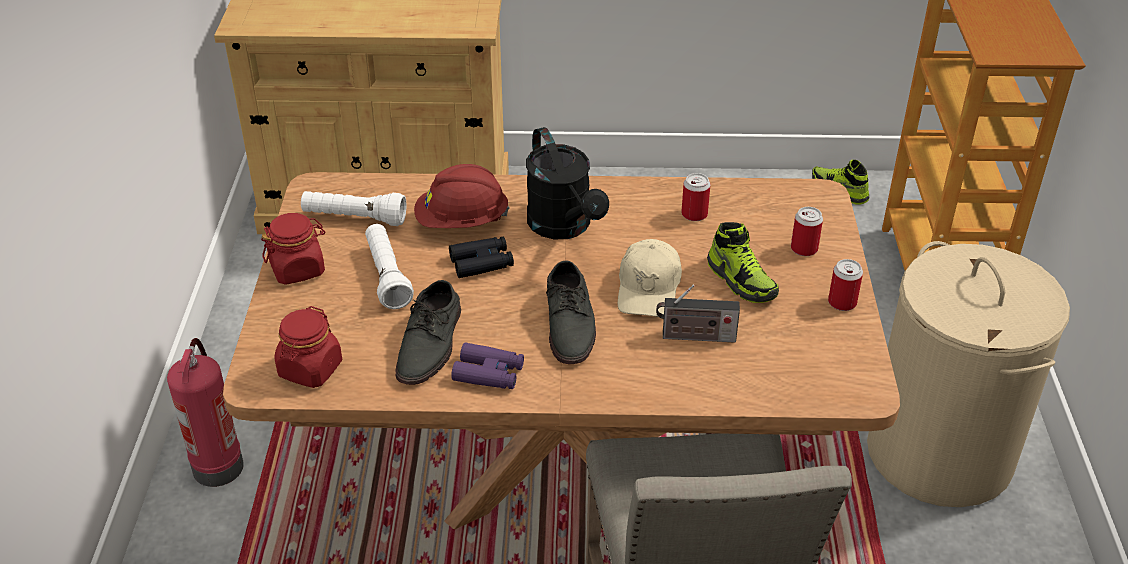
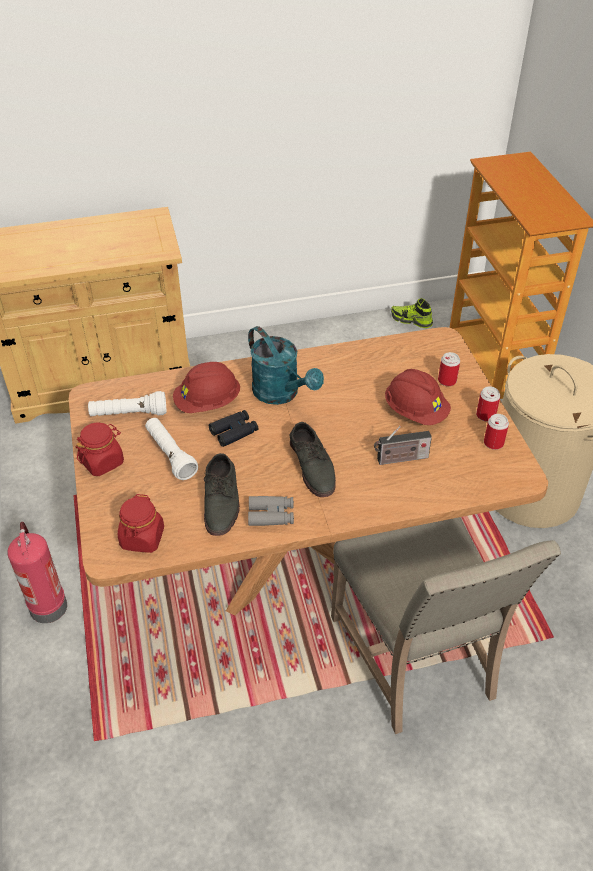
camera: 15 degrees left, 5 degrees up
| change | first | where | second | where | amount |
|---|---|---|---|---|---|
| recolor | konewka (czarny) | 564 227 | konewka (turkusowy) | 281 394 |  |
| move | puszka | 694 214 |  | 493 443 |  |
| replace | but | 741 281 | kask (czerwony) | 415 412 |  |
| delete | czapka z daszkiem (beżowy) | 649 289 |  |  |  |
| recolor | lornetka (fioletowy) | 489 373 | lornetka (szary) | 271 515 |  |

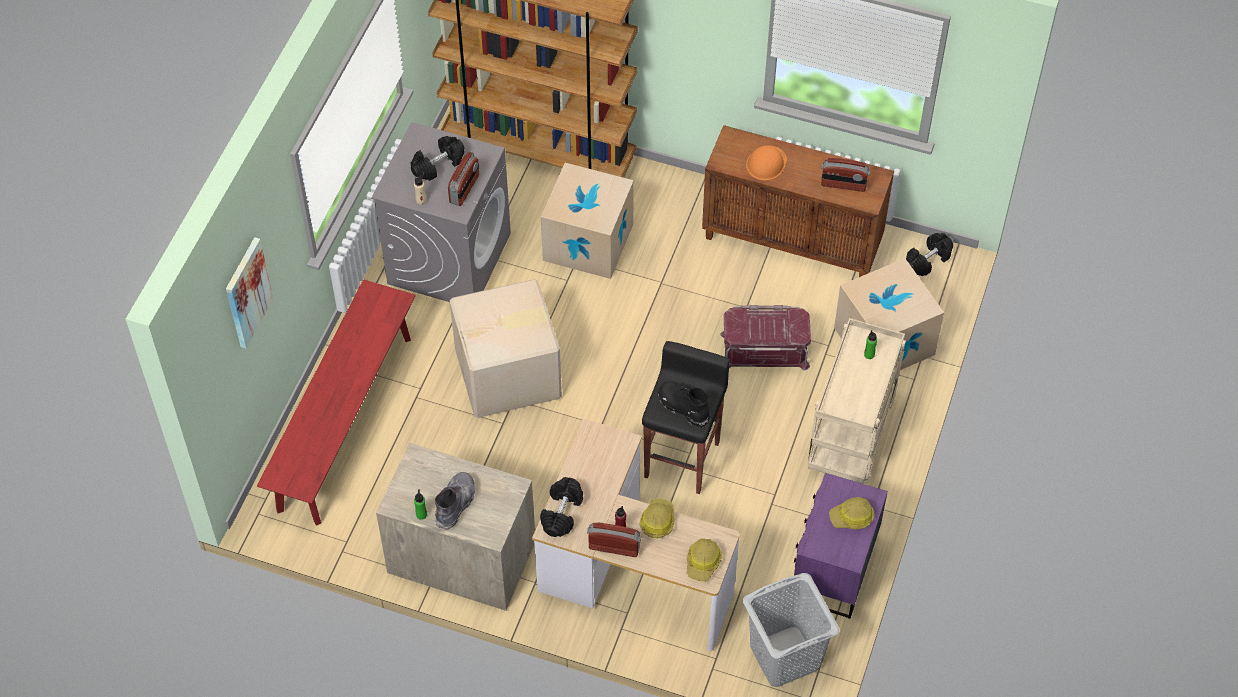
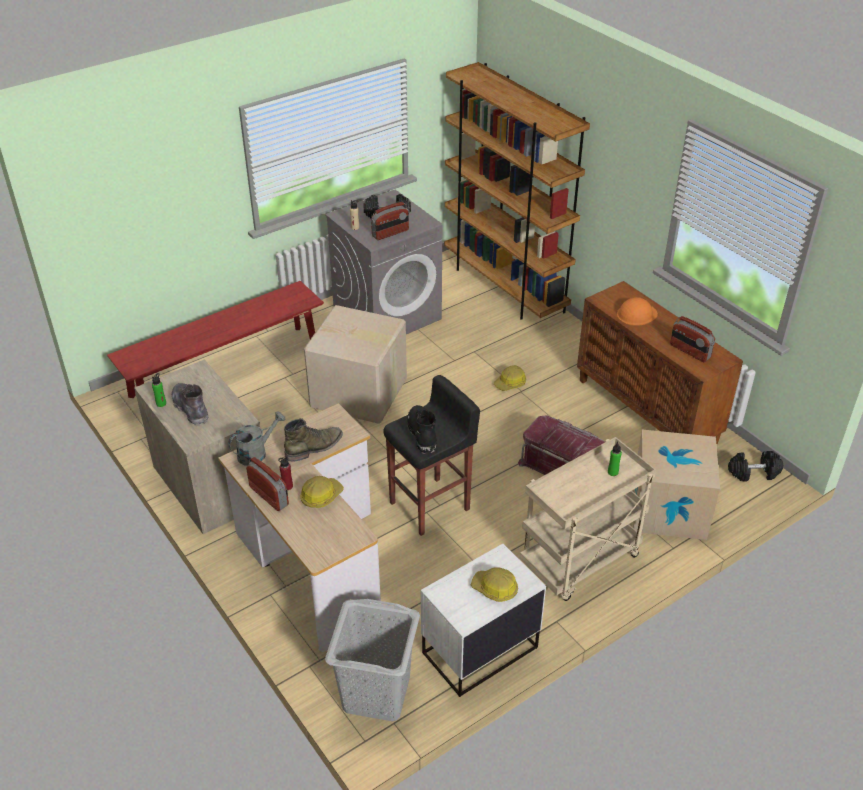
camera: 35 degrees right, 15 degrees down
| change | first | where | second | where | amount |
|---|---|---|---|---|---|
| delete | karton | 588 242 |  |  |  |
| delete | obraz | 247 292 |  |  |  |
| rotate | but z cholewką (szary) | 455 504 |  | 191 409 | 90 degrees counterclockwise |
| recolor | szafka nocna (fioletowy) | 833 570 | szafka nocna (biały) | 478 650 |  |
| replace | hantel (czarny) | 561 513 | konewka (szary) | 256 453 |  |
| move | kask | 703 562 |  | 510 383 |  |
| insert |  |  | but z cholewką (zielony) | 314 447 |  |

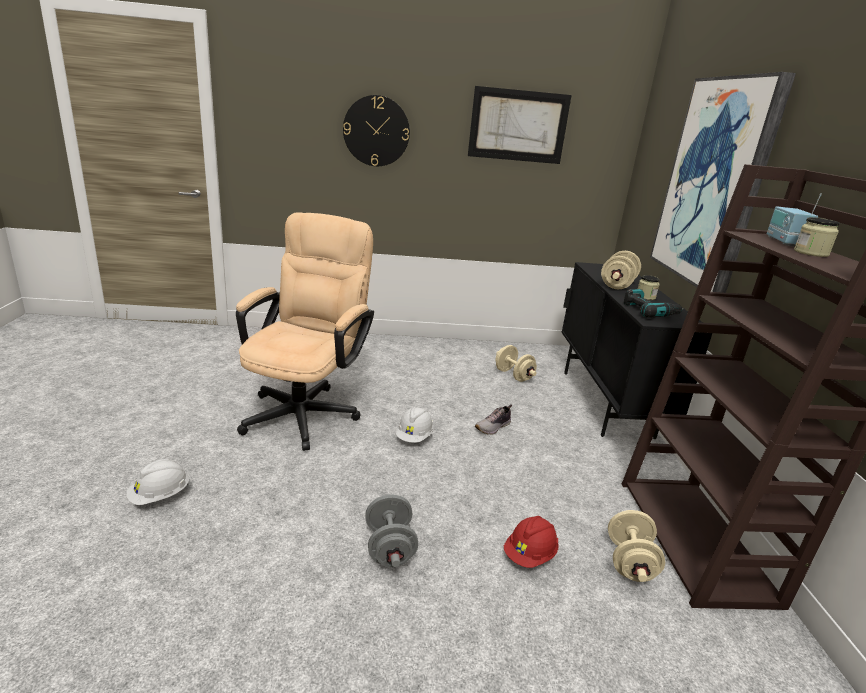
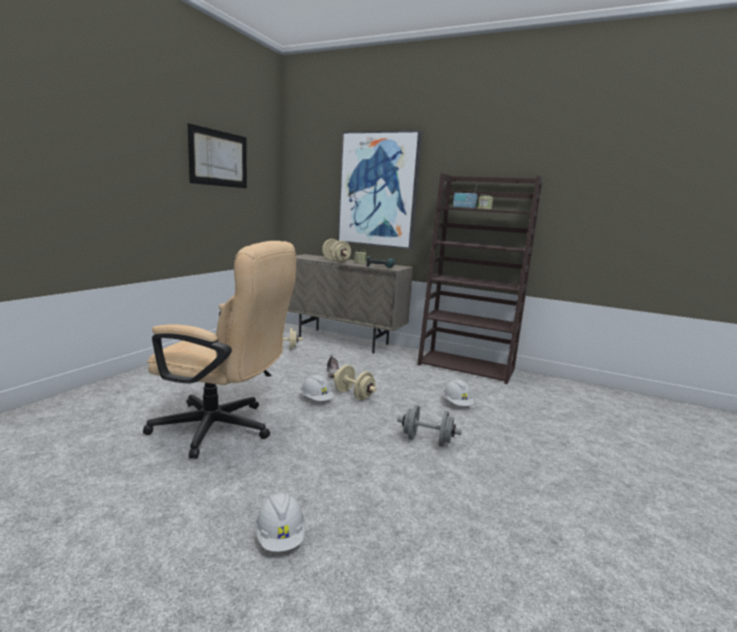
camera: 60 degrees left, 10 degrees down
| change | first | where | second | where | amount |
|---|---|---|---|---|---|
| delete | zegar ścienny | 376 131 |  |  |  |
| rotate | krzesło biurowe (beżowy) | 306 410 |  | 223 429 | 150 degrees clockwise |
| recolor | szafka (czarny) | 605 403 | szafka (beżowy) | 343 341 |  |
| move | hantel (beżowy) | 629 562 |  | 353 395 |  |
| recolor | kask (czerwony) | 530 555 | kask (biały) | 457 404 |  |

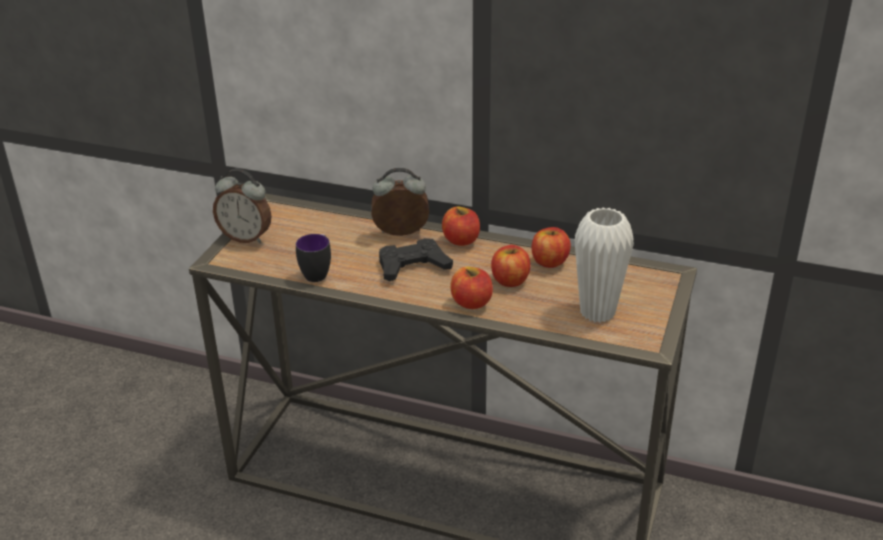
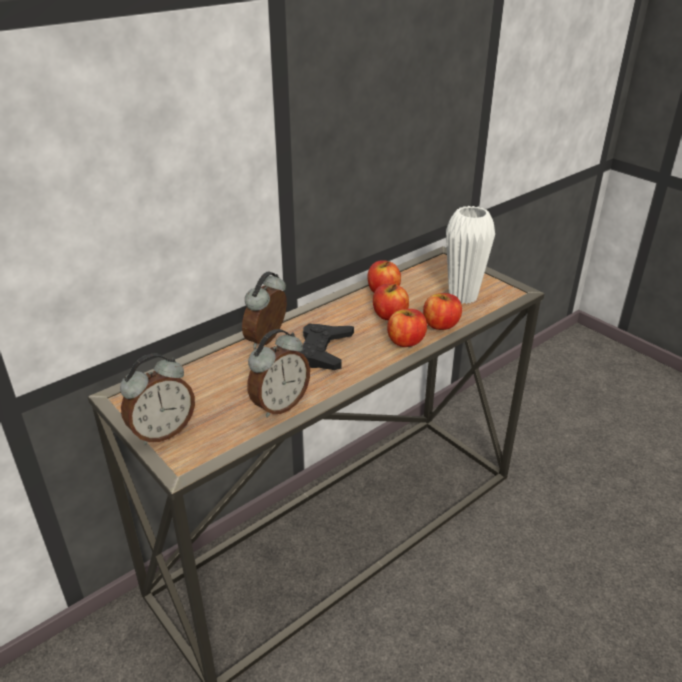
camera: 60 degrees left, 0 degrees up
| change | first | where | second | where | amount |
|---|---|---|---|---|---|
| move | jabłko | 461 240 |  | 440 325 |  |
| replace | kubek | 318 272 | budzik | 279 405 |  |

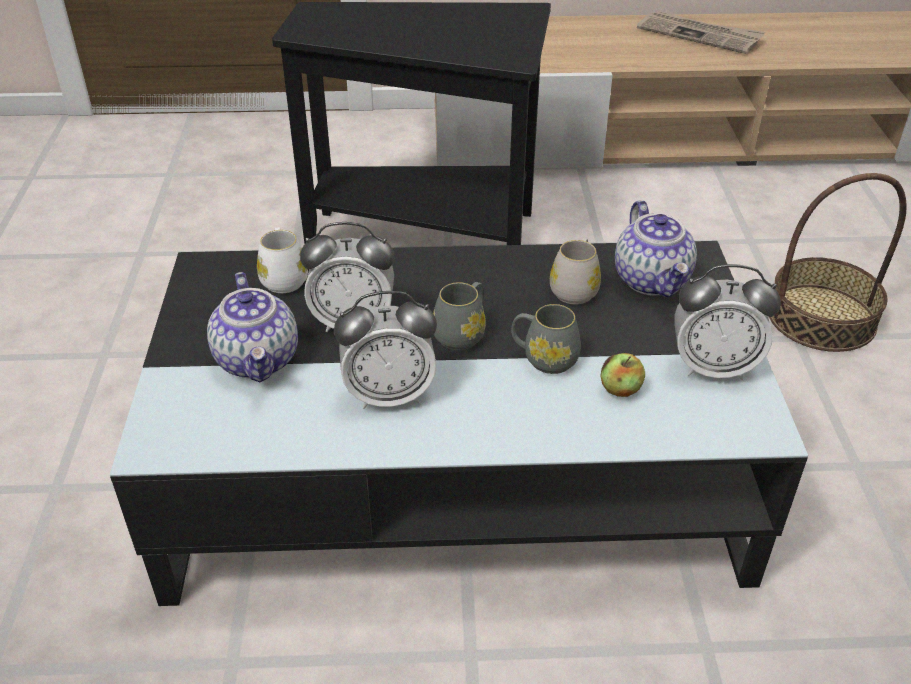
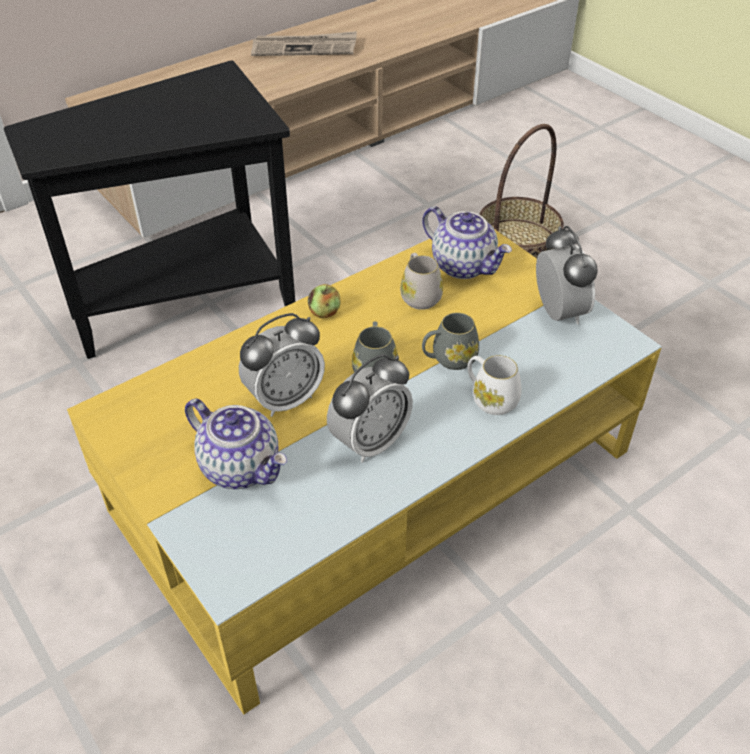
camera: 35 degrees left, 5 degrees up
| change | first | where | second | where | amount |
|---|---|---|---|---|---|
| move | kubek (biały) | 284 278 |  | 490 398 |  |
| recolor | ława (czarny) | 455 472 | ława (żółty) | 375 480 |  |
| rotate | budzik | 713 367 |  | 558 313 | 75 degrees counterclockwise |
| move | jabłko | 620 389 |  | 325 313 |  |

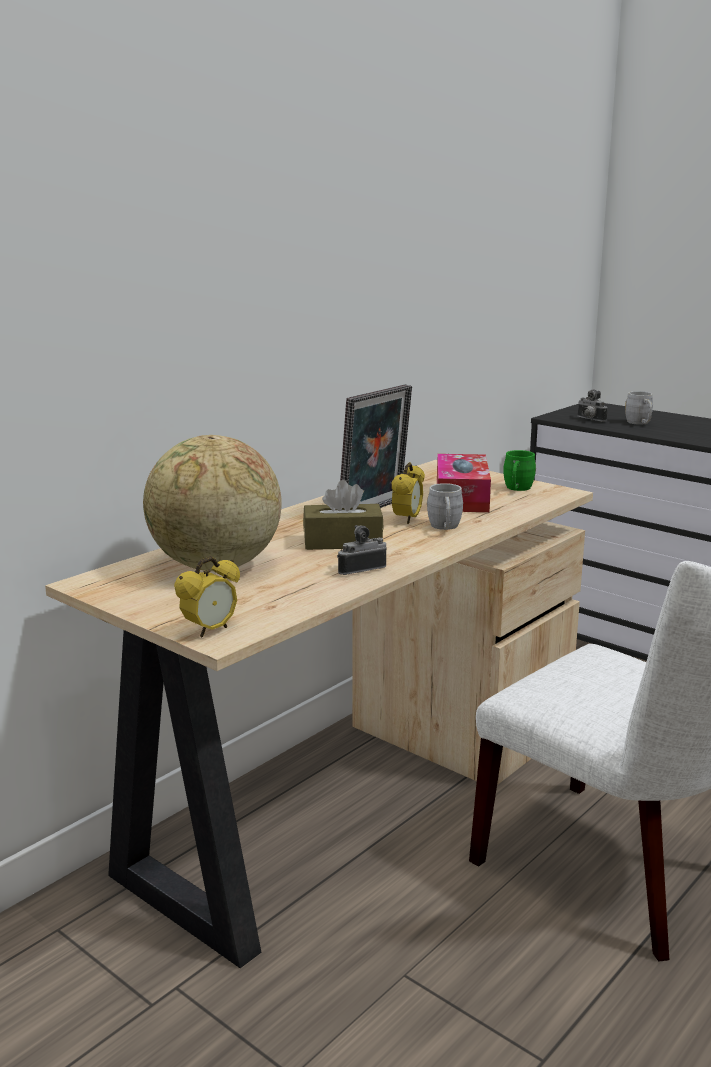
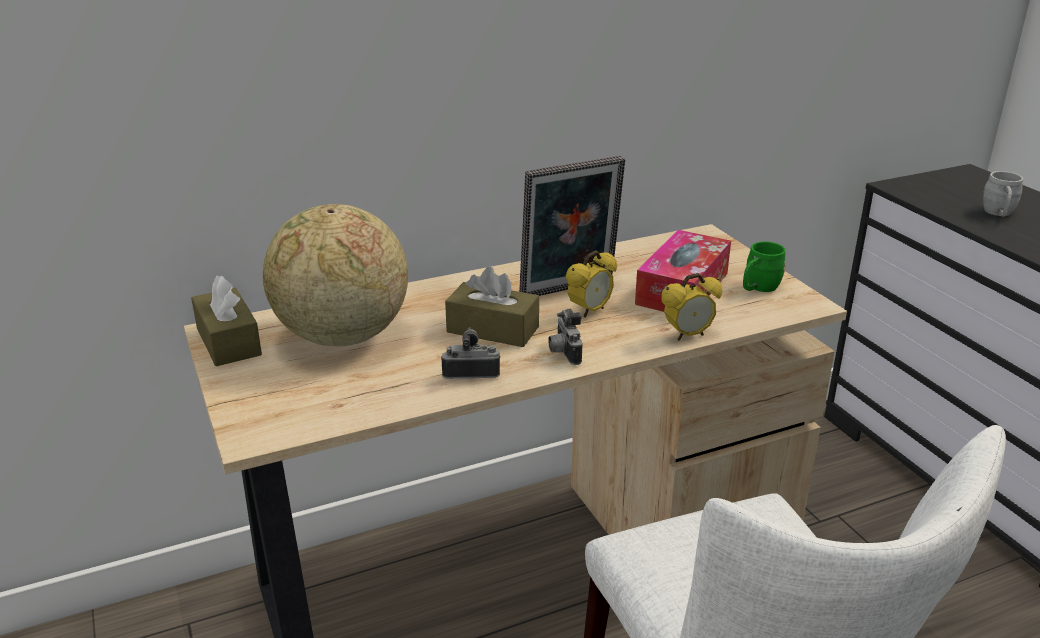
camera: 25 degrees right, 10 degrees up
| change | first | where | second | where | amount |
|---|---|---|---|---|---|
| move | aparat fotograficzny | 589 420 |  | 563 353 |  |
| delete | kubek (szary) | 445 528 |  |  |  |
| move | budzik | 210 631 |  | 687 335 |  |
| insert |  |  | pudełko chusteczek (brązowy) | 228 341 |  |

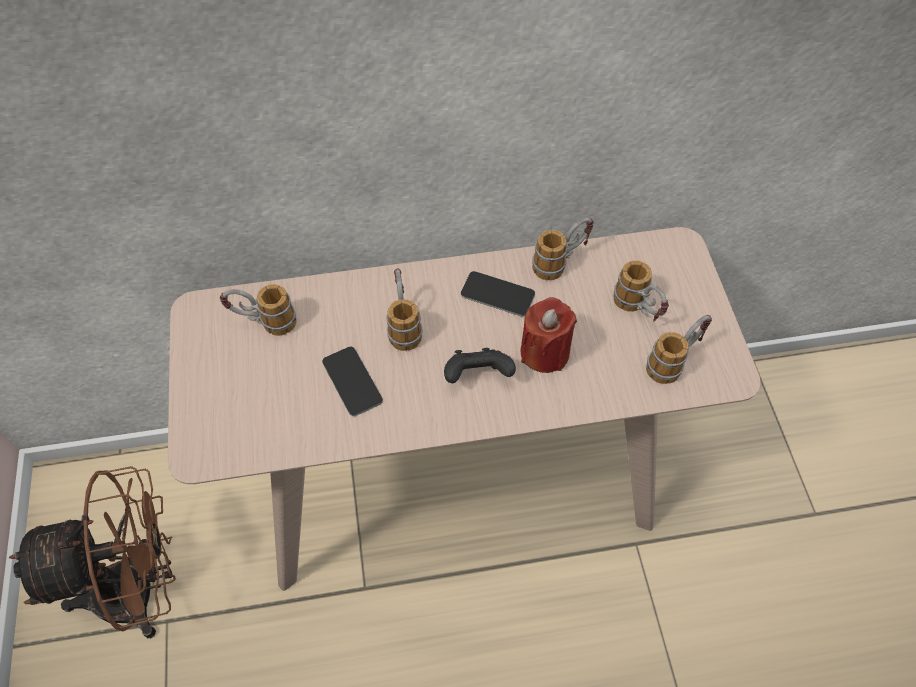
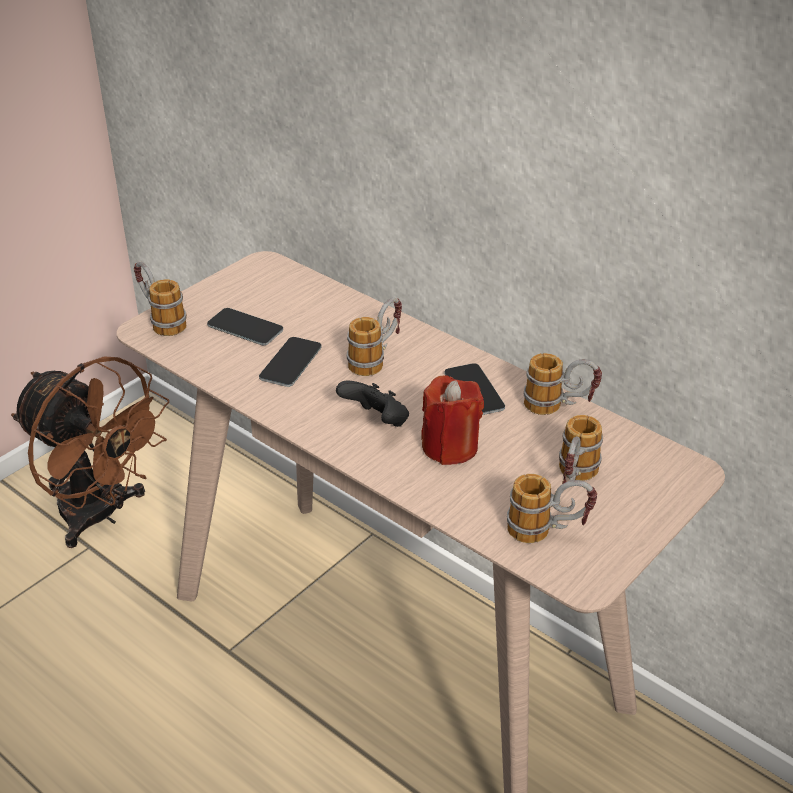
camera: 50 degrees right, 20 degrees down
| change | first | where | second | where | amount |
|---|---|---|---|---|---|
| move | kubek | 264 323 |  | 160 320 |  |
| insert |  |  | telefon | 245 327 |  |

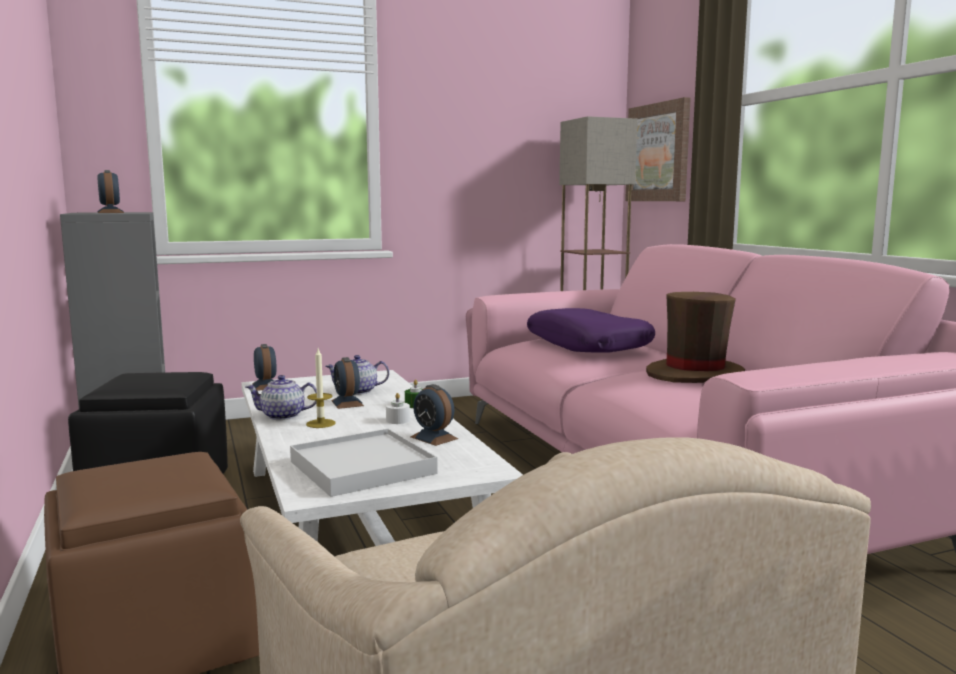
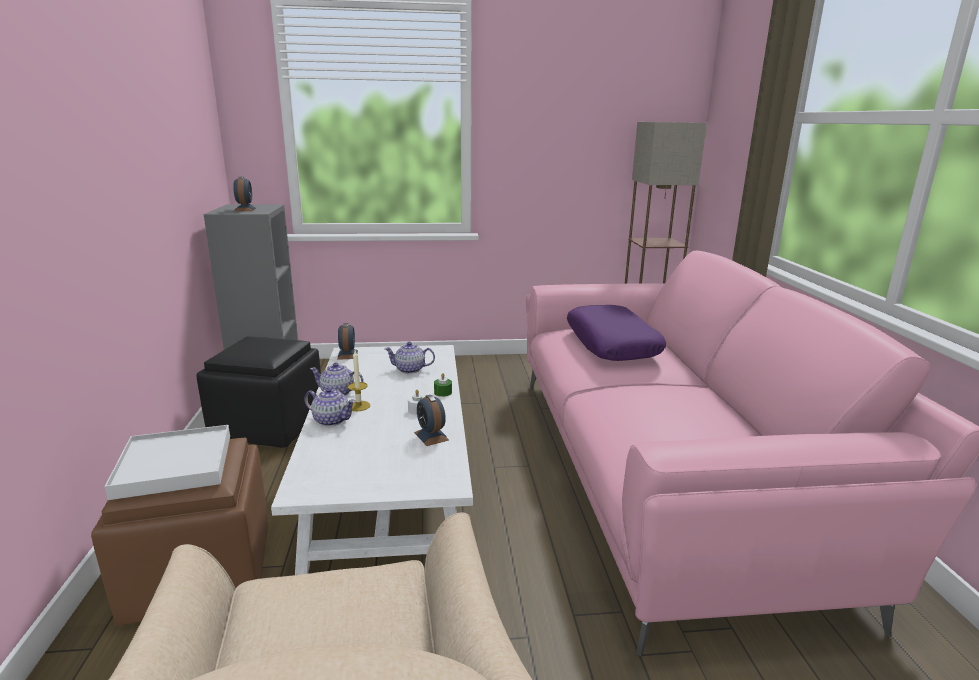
camera: 15 degrees right, 10 degrees up
| change | first | where | second | where | amount |
|---|---|---|---|---|---|
| delete | obraz | 658 152 |  |  |  |
| delete | kapelusz (brązowy) | 695 374 |  |  |  |
| delete | budzik | 347 403 |  |  |  |
| move | taca (biały) | 362 468 |  | 174 465 |  |
| insert |  |  | imbryk | 331 420 |  |

